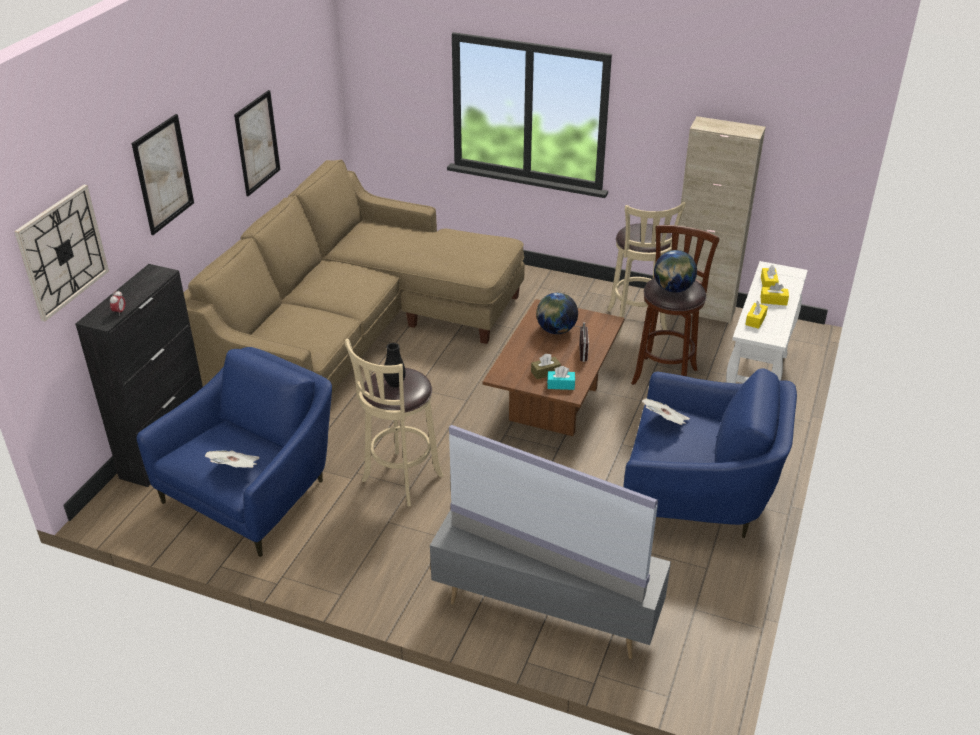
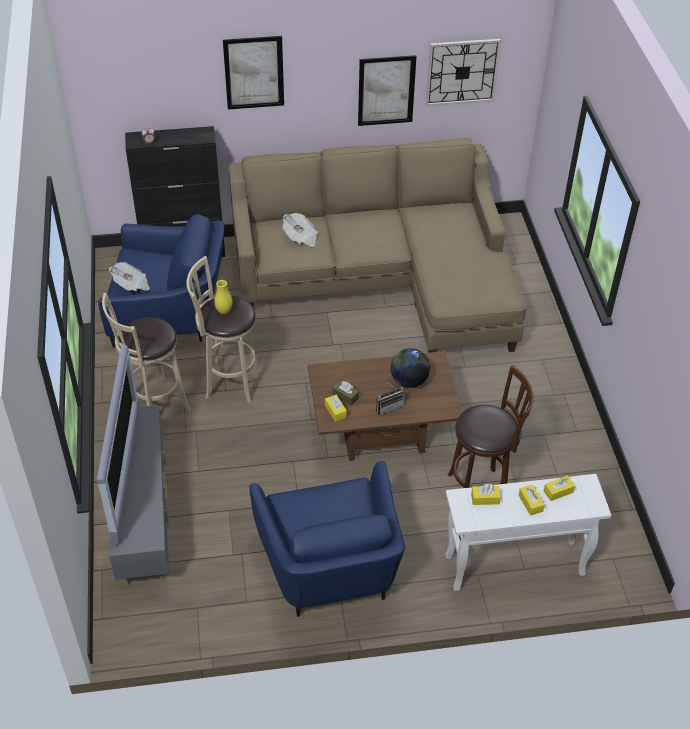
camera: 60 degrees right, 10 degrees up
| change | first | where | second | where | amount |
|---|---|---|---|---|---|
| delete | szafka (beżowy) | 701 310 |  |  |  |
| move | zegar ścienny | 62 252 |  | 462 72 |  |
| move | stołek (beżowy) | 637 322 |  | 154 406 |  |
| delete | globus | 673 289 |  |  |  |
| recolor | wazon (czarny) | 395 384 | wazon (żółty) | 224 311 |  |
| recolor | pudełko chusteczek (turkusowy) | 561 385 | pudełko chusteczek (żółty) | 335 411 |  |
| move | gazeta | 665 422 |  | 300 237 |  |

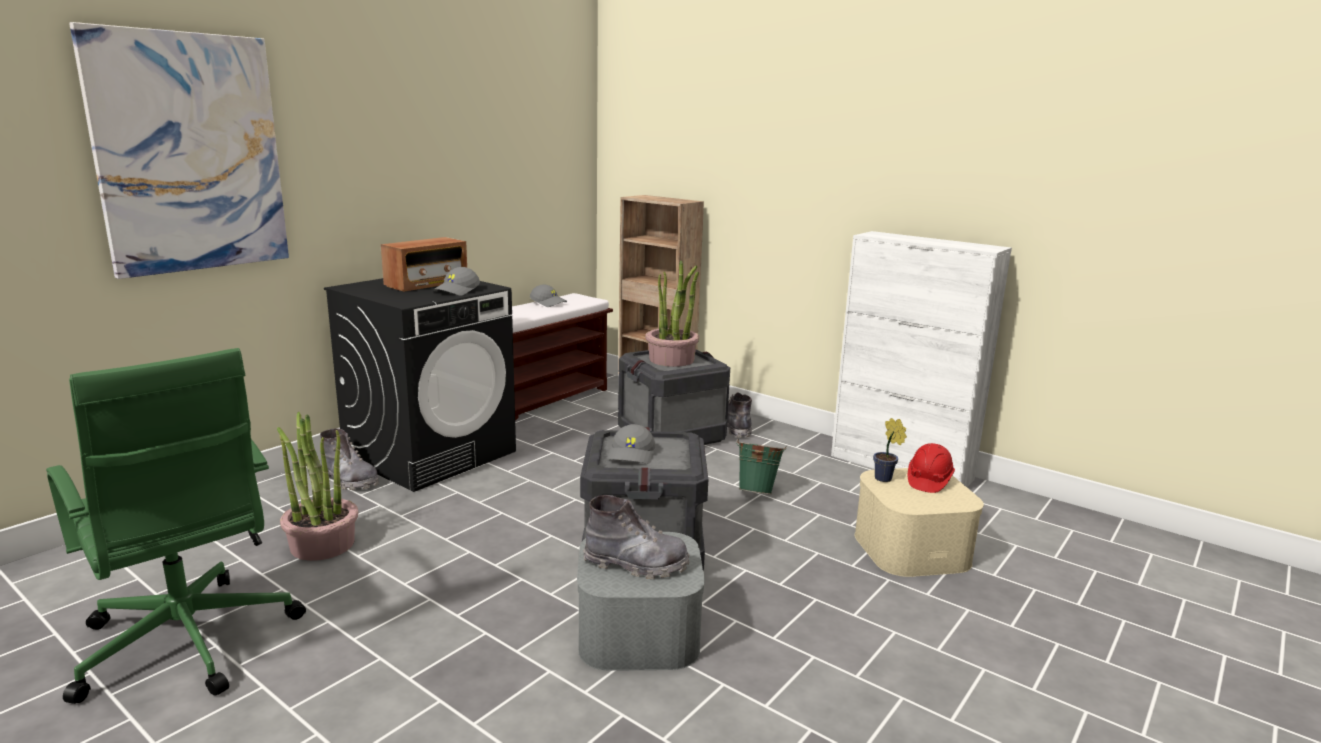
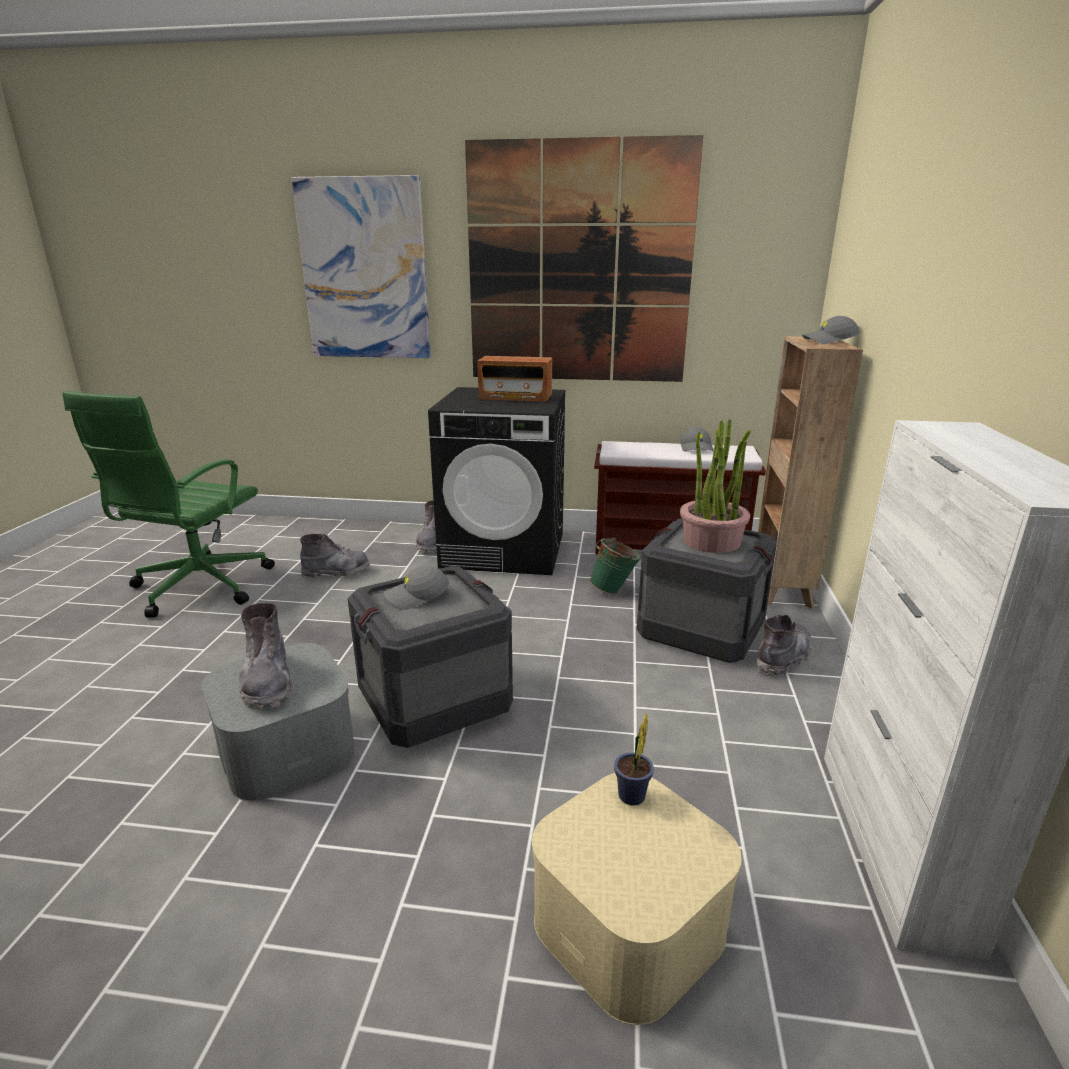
camera: 60 degrees right, 5 degrees up
| change | first | where | second | where | amount |
|---|---|---|---|---|---|
| move | czapka z daszkiem (szary) | 457 291 |  | 829 341 |  |
| replace | roślina doniczkowa | 322 544 | but z cholewką (szary) | 336 572 |  |
| move | wiadro (zielony) | 757 491 |  | 614 590 |  |
| delete | kask (czerwony) | 928 481 |  |  |  |
| insert |  |  | obraz | 578 266 |  |

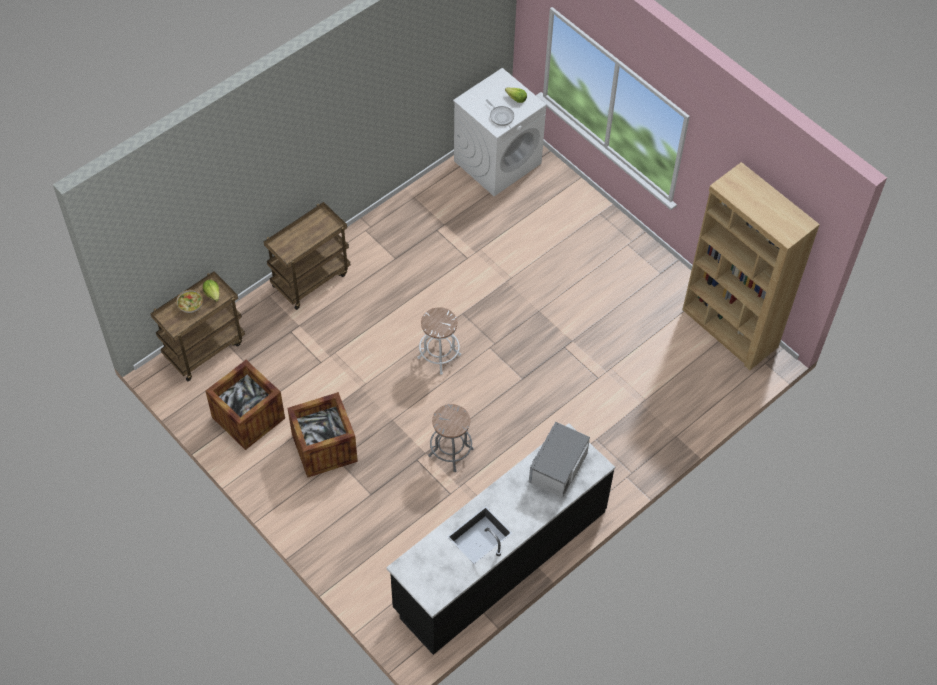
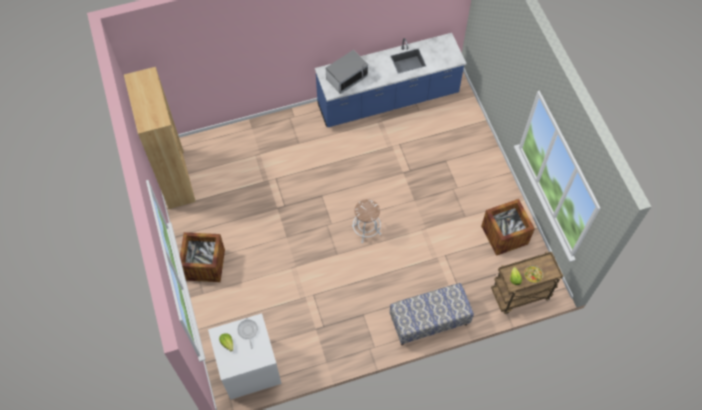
camera: 155 degrees left, 5 degrees up
| change | first | where | second | where | amount |
|---|---|---|---|---|---|
| replace | wózek (brązowy) | 311 279 | ławka | 429 321 |  |
| move | skrzynka | 324 447 |  | 205 264 |  |
| delete | stołek (szary) | 450 452 |  |  |  |
| recolor | zabudowa kuchenna (czarny) | 500 559 | zabudowa kuchenna (niebieski) | 388 100 |  |

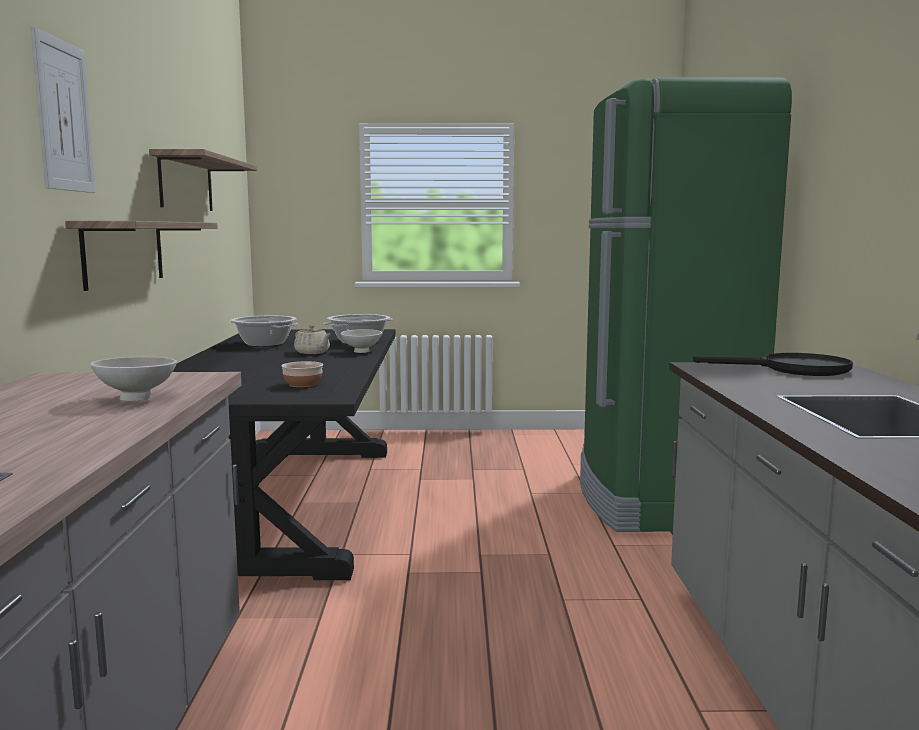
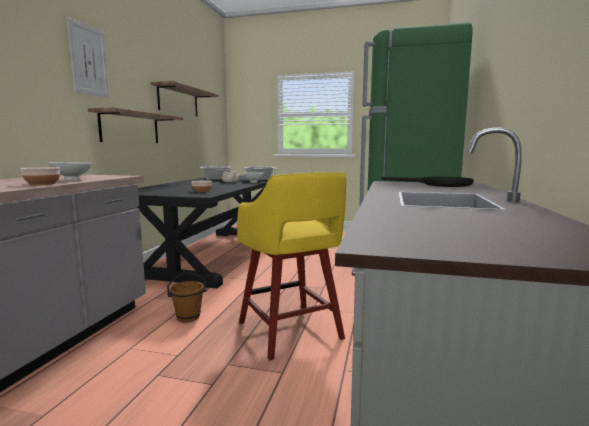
camera: 15 degrees right, 0 degrees up
| change | first | where | second | where | amount |
|---|---|---|---|---|---|
| insert |  |  | miska | 42 184 |  |
| insert |  |  | stołek (żółty) | 291 332 |  |
| insert |  |  | wiadro (brązowy) | 188 317 |  |

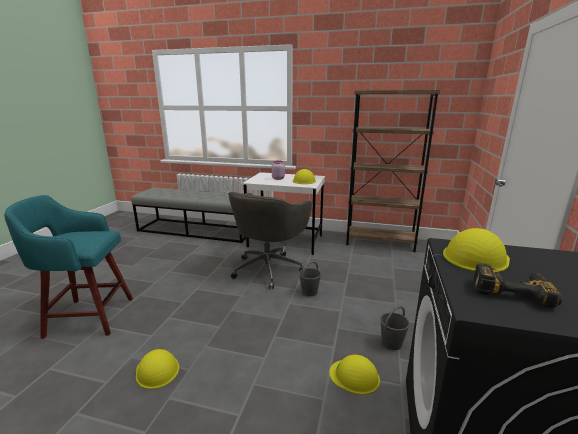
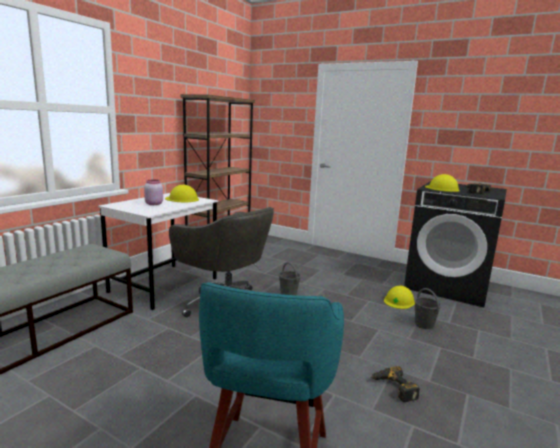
camera: 75 degrees left, 5 degrees down
| change | first | where | second | where | amount |
|---|---|---|---|---|---|
| move | wiadro (szary) | 392 343 |  | 424 324 |  |
| replace | kask (żółty) | 157 370 | wiertarka | 393 388 |  |

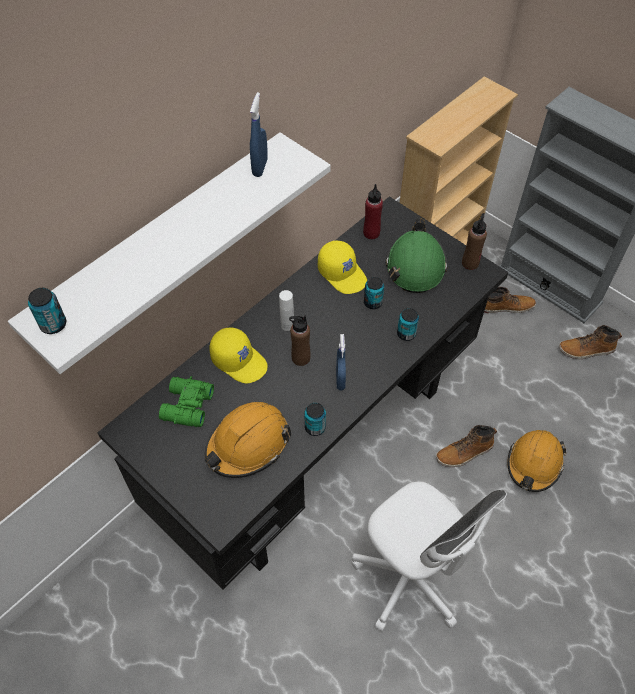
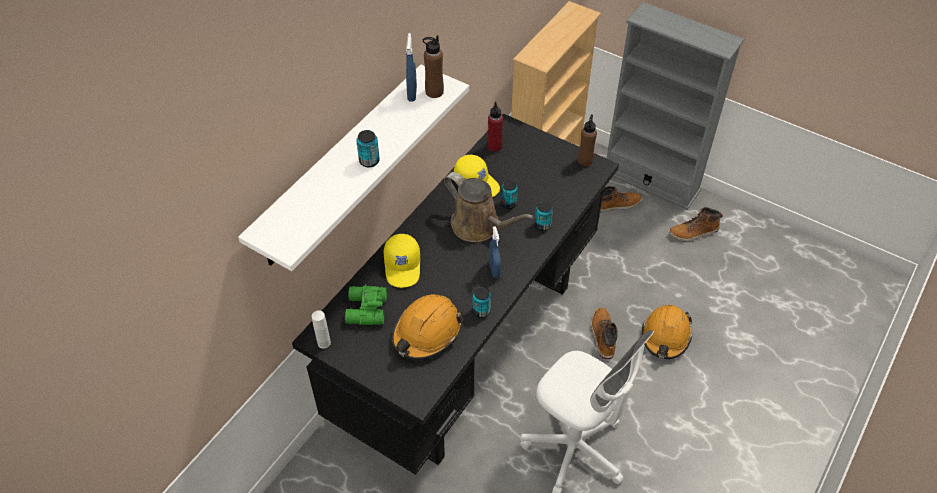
camera: 10 degrees left, 5 degrees down
| change | first | where | second | where | amount |
|---|---|---|---|---|---|
| delete | kask (zielony) | 415 265 |  |  |  |
| move | puszka | 53 324 |  | 369 161 |  |
| move | butelka (biały) | 287 325 |  | 324 343 |  |
| move | butelka (brązowy) | 300 358 |  | 434 92 |  |
| rotate | czapka z daszkiem (żółty) | 239 361 |  | 403 267 | 60 degrees clockwise |
| rotate | but z cholewką | 464 452 |  | 602 336 | 120 degrees clockwise |
| insert |  |  | konewka (brązowy) | 479 226 |  |

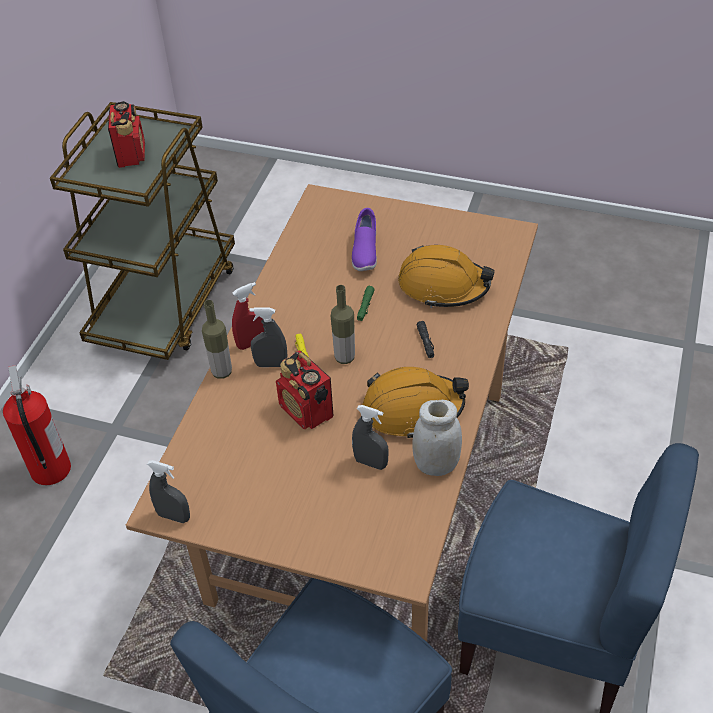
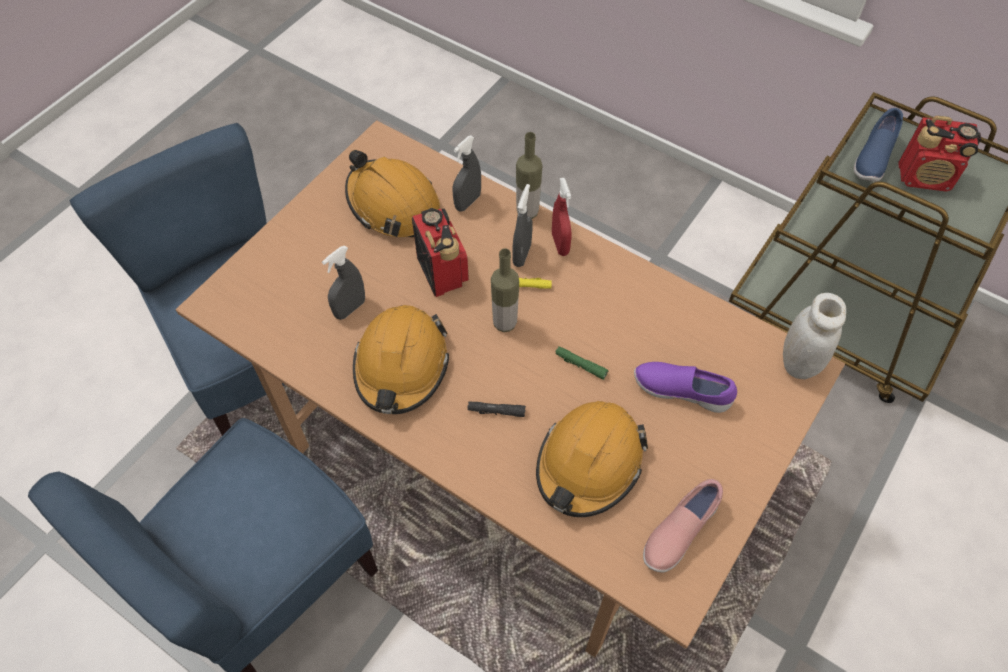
camera: 105 degrees right, 10 degrees up
| change | first | where | second | where | amount |
|---|---|---|---|---|---|
| rotate | radio | 306 411 |  | 442 271 | 90 degrees clockwise |
| delete | gaśnica | 50 470 |  |  |  |
| move | słoik (biały) | 436 465 |  | 799 363 |  |
| move | spryskiwacz (szary) | 174 516 |  | 467 202 |  |
| insert |  |  | but (niebieski) | 872 158 |  |
| insert |  |  | kask (pomarańczowy) | 392 204 |  |
| insert |  |  | but (różowy) | 678 531 |  |

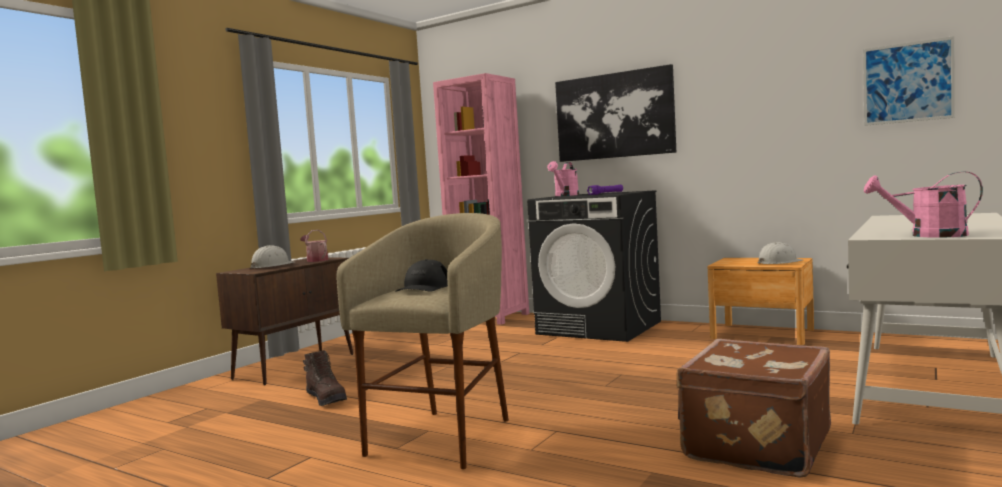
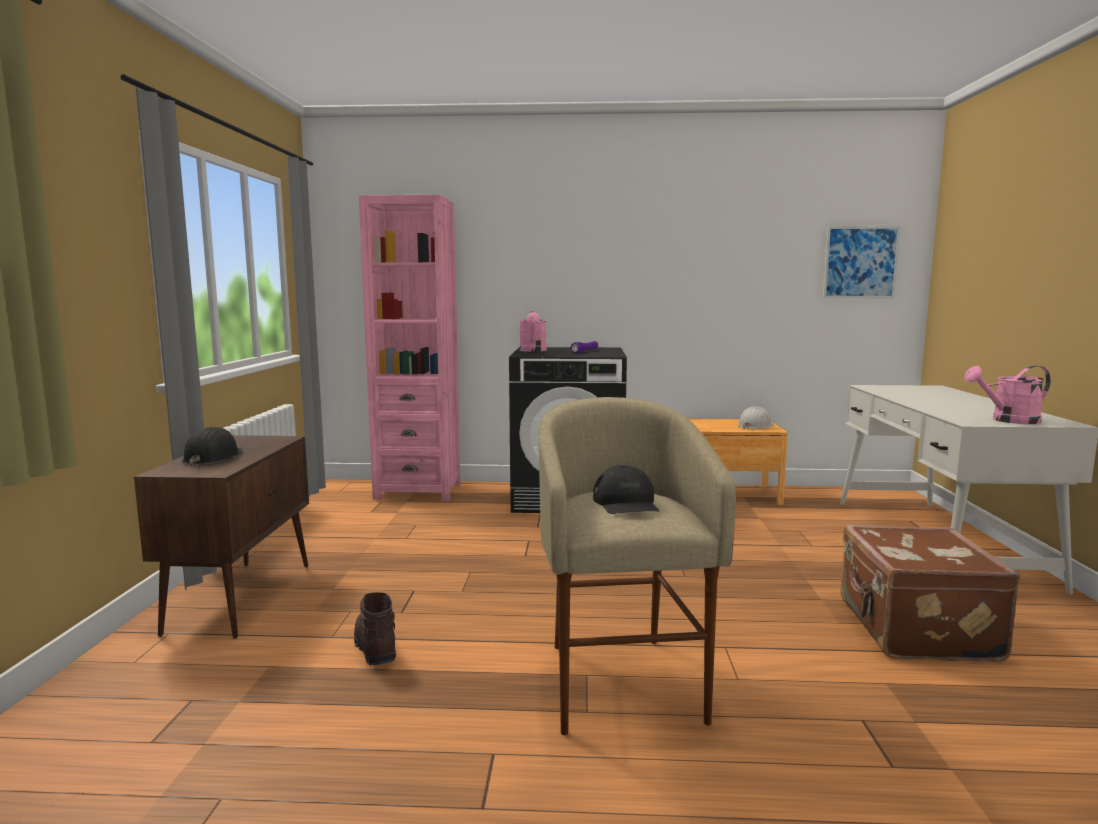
camera: 30 degrees left, 5 degrees up
| change | first | where | second | where | amount |
|---|---|---|---|---|---|
| delete | obraz | 614 115 |  |  |  |
| delete | konewka | 316 260 |  |  |  |
| recolor | kask (biały) | 272 266 | kask (czarny) | 213 458 |  |
| rotate | but z cholewką (brązowy) | 327 399 |  | 375 648 | 135 degrees counterclockwise |

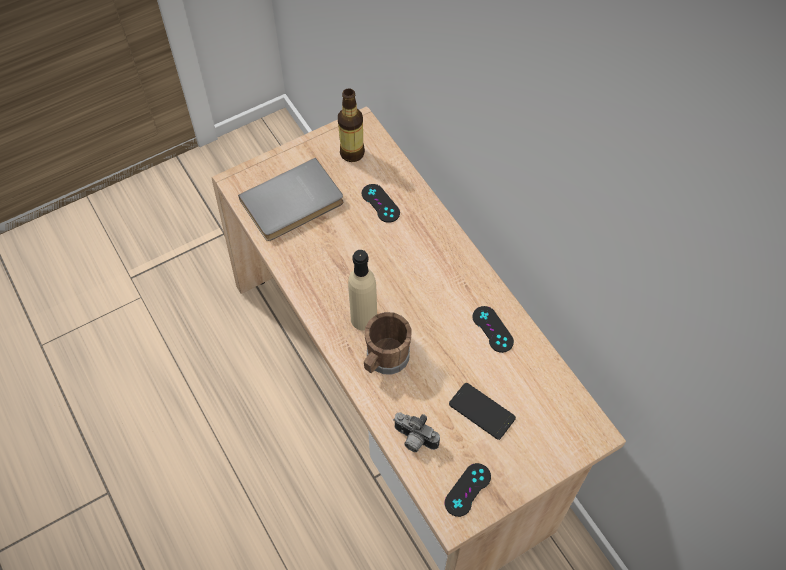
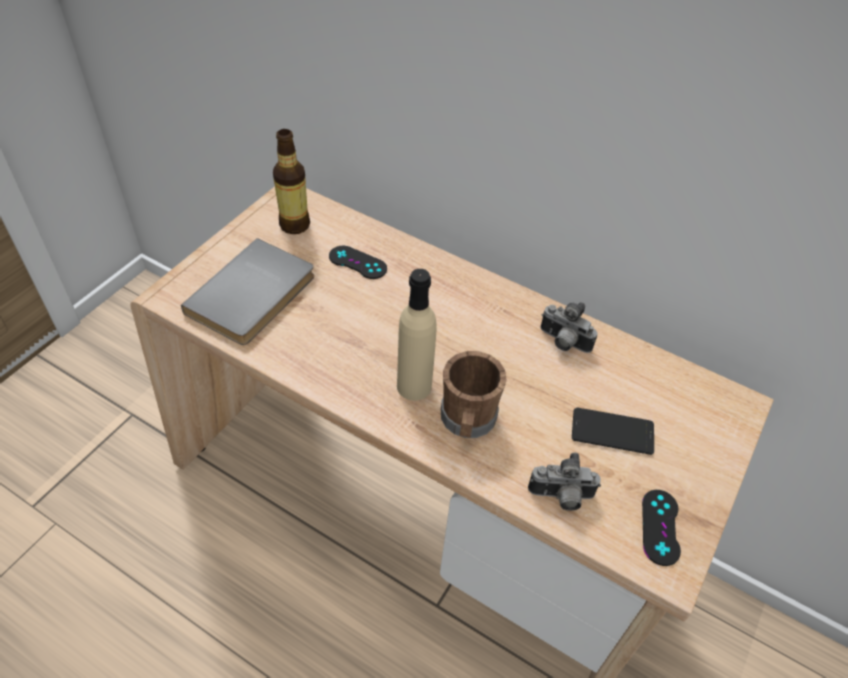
camera: 30 degrees left, 10 degrees down
| change | first | where | second | where | amount |
|---|---|---|---|---|---|
| replace | pad do gier (czarny) | 492 329 | aparat fotograficzny | 562 342 |  |

